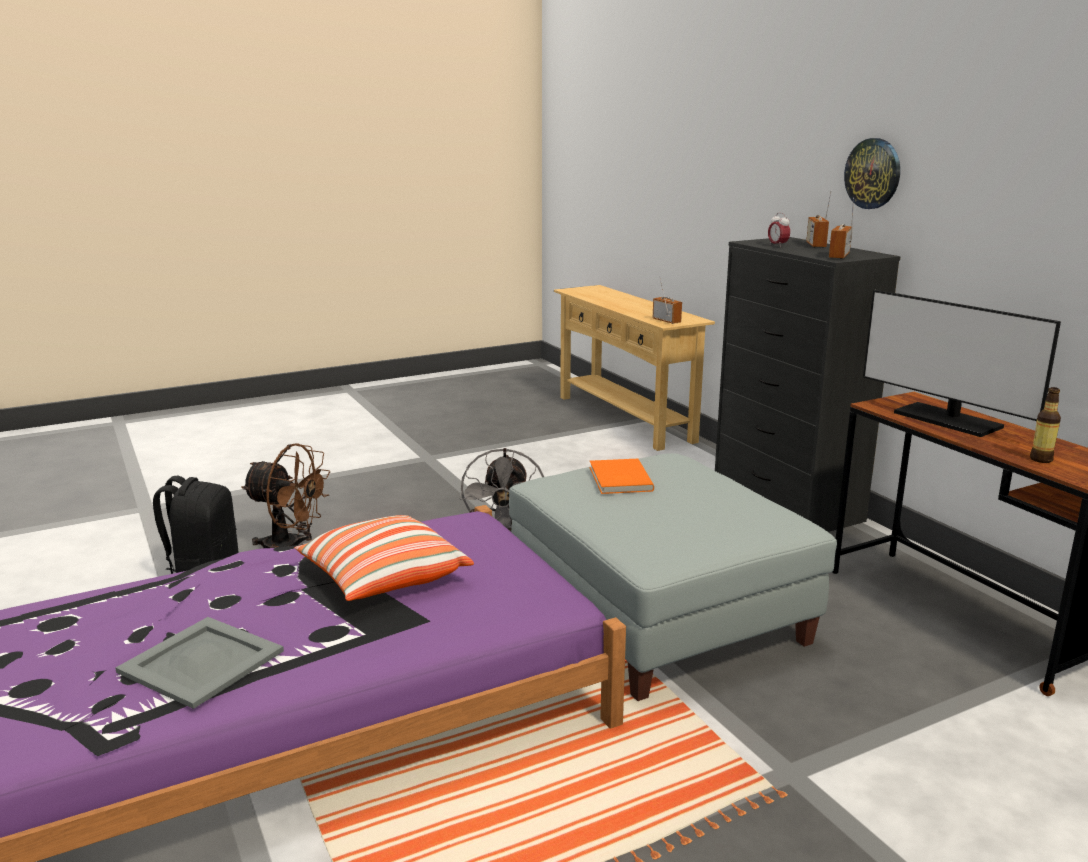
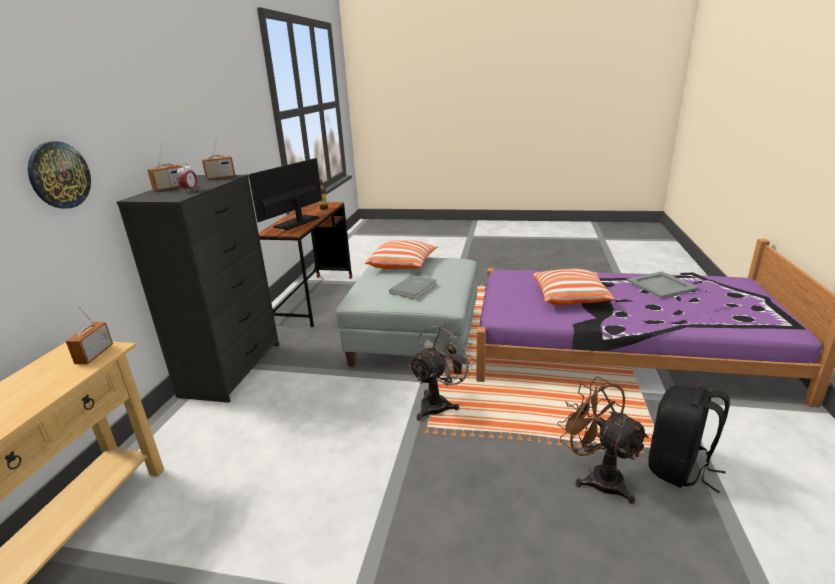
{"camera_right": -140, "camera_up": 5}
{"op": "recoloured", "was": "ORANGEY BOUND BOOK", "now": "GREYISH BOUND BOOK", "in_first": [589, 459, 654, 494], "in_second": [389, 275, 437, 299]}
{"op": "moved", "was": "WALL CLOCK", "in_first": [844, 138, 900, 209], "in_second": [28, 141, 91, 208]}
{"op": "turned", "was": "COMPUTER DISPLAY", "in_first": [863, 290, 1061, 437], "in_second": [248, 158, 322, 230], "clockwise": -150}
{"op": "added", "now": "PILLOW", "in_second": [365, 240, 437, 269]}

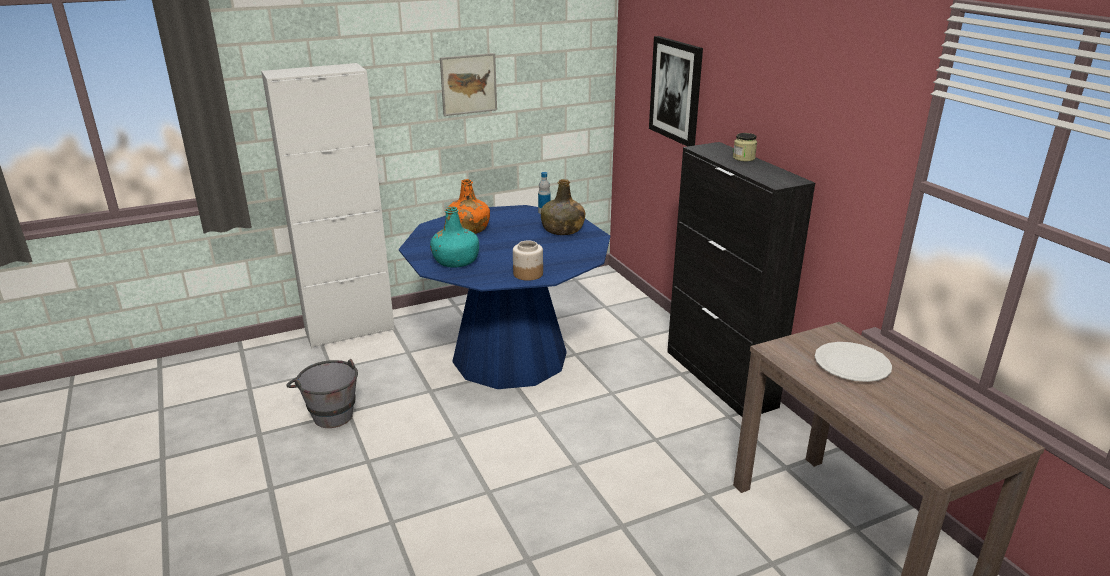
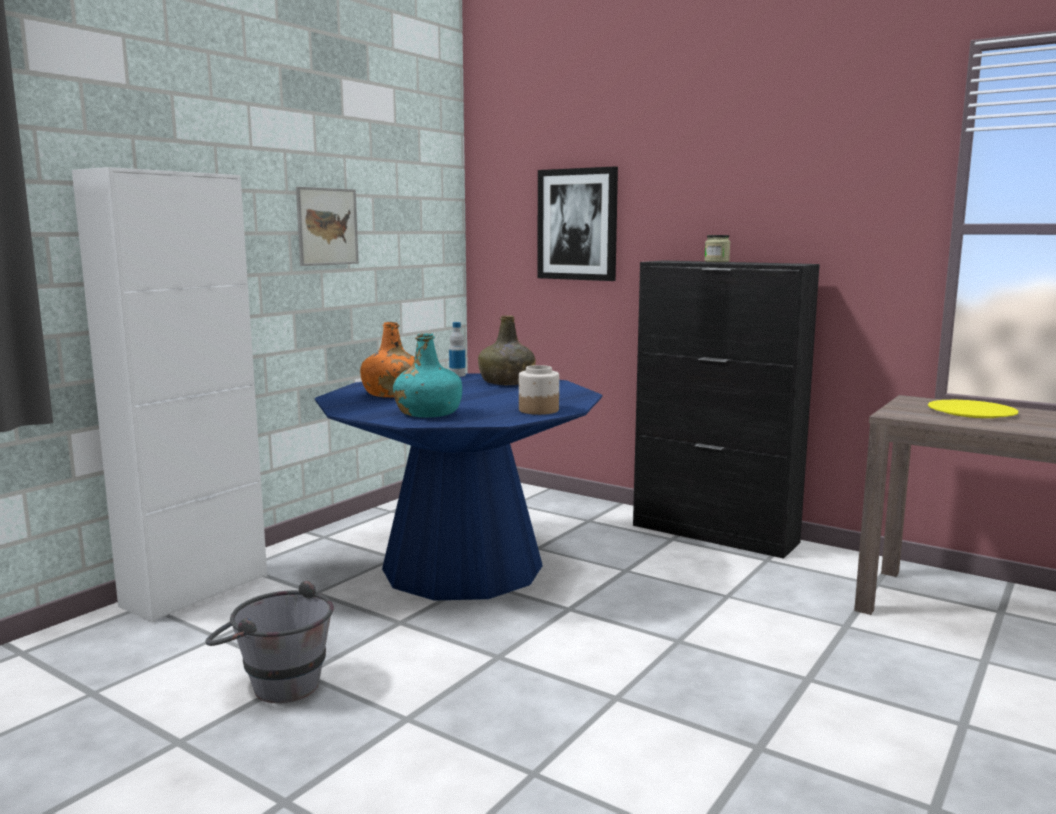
{"camera_right": -30, "camera_up": -15}
{"op": "recoloured", "was": "WHITISH FLAT DISH", "now": "YELLOWISH FLAT DISH", "in_first": [815, 342, 892, 382], "in_second": [928, 400, 1018, 418]}

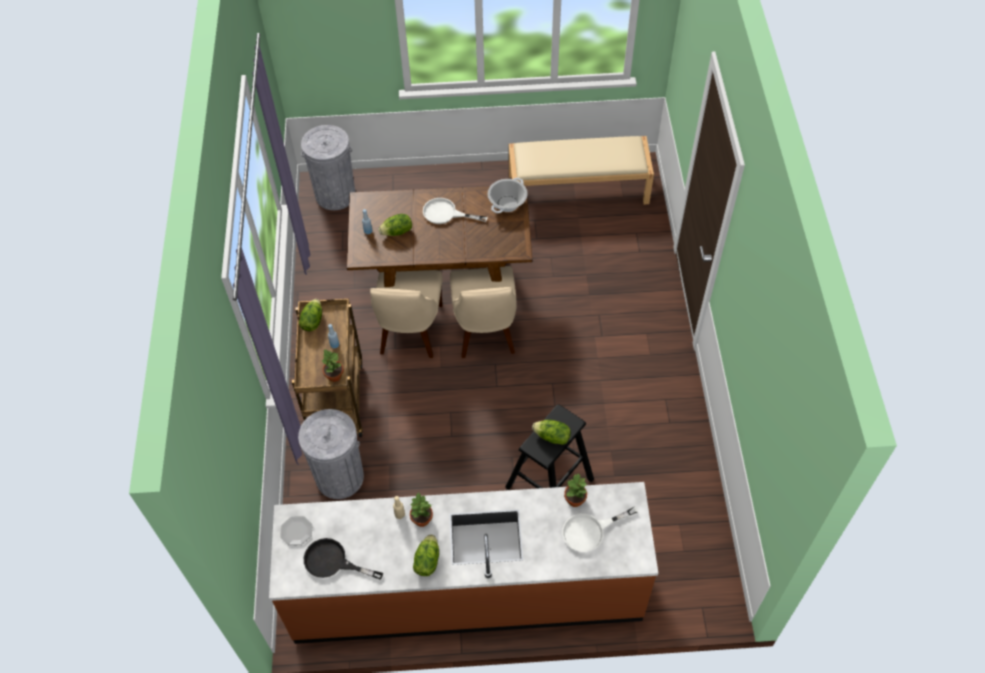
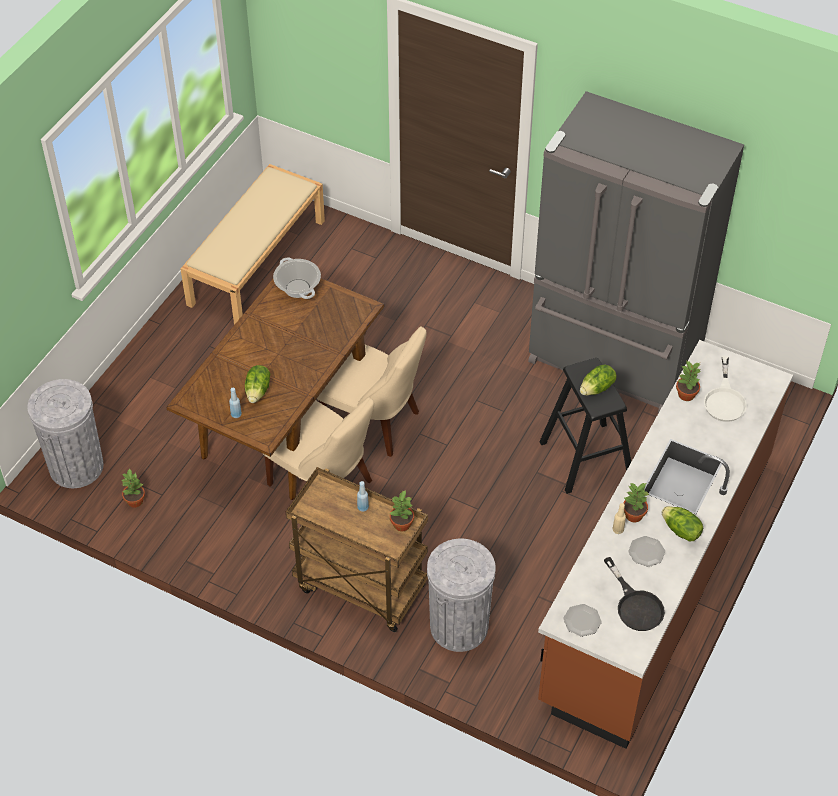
{"camera_right": -60, "camera_up": -5}
{"op": "removed", "was": "HEAD OF LETTUCE", "in_first": [299, 299, 322, 331]}
{"op": "turned", "was": "BLACKISH FRYING PAN", "in_first": [304, 538, 383, 580], "in_second": [604, 557, 665, 631], "clockwise": -75}
{"op": "removed", "was": "WHITISH FRYING PAN", "in_first": [423, 198, 488, 224]}
{"op": "added", "now": "PLANT IN A POT", "in_second": [121, 468, 145, 508]}
{"op": "added", "now": "GREYISH FRIDGE", "in_second": [528, 91, 744, 413]}
{"op": "added", "now": "FLAT DISH", "in_second": [628, 536, 665, 567]}

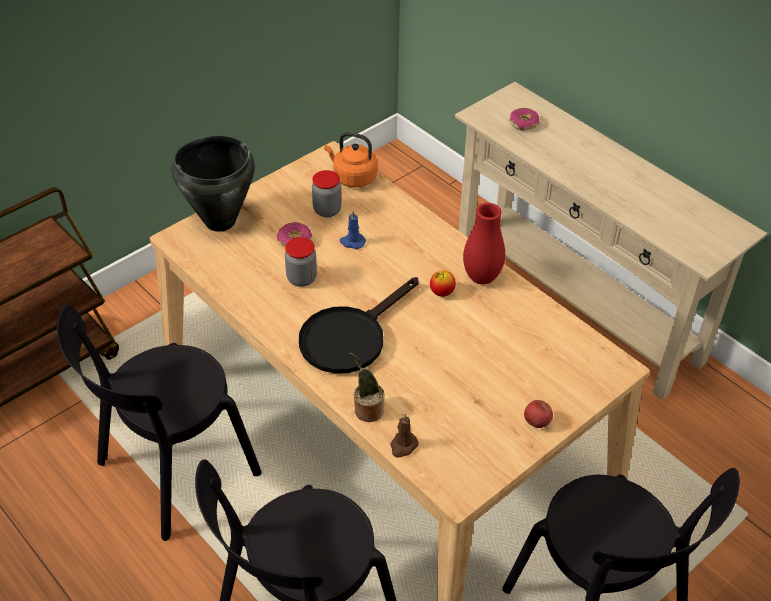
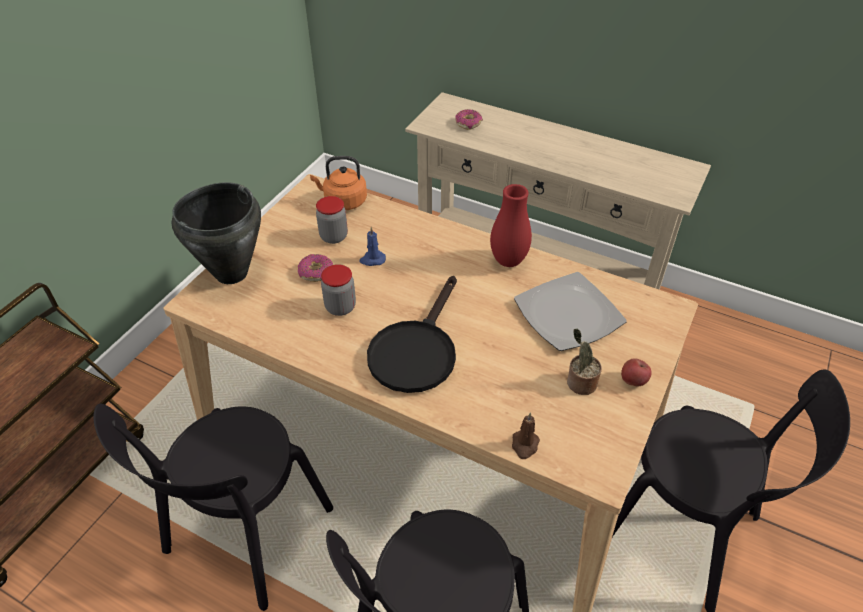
{"camera_right": -20, "camera_up": 0}
{"op": "moved", "was": "PLANT IN A POT", "in_first": [349, 353, 385, 422], "in_second": [567, 328, 602, 395]}
{"op": "removed", "was": "WHOLE APPLE", "in_first": [430, 270, 456, 297]}
{"op": "added", "now": "FLAT DISH", "in_second": [514, 272, 627, 351]}

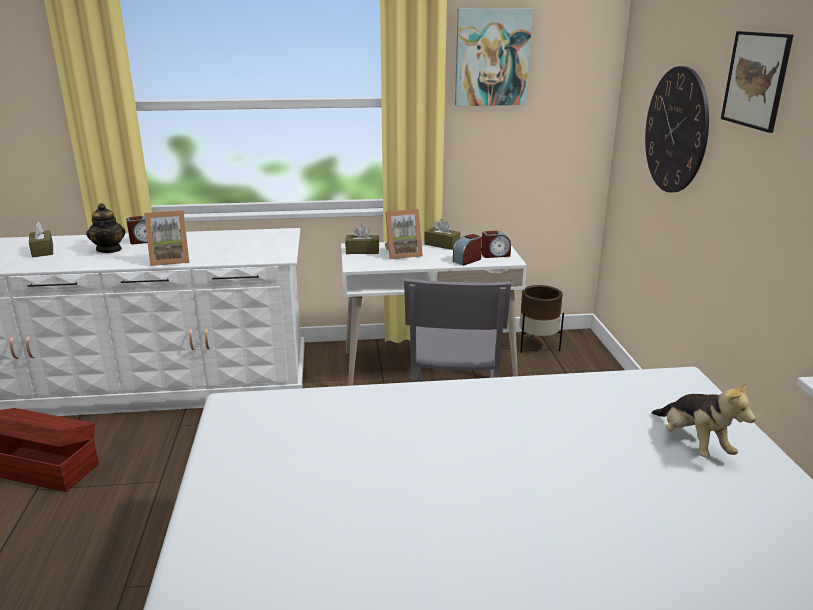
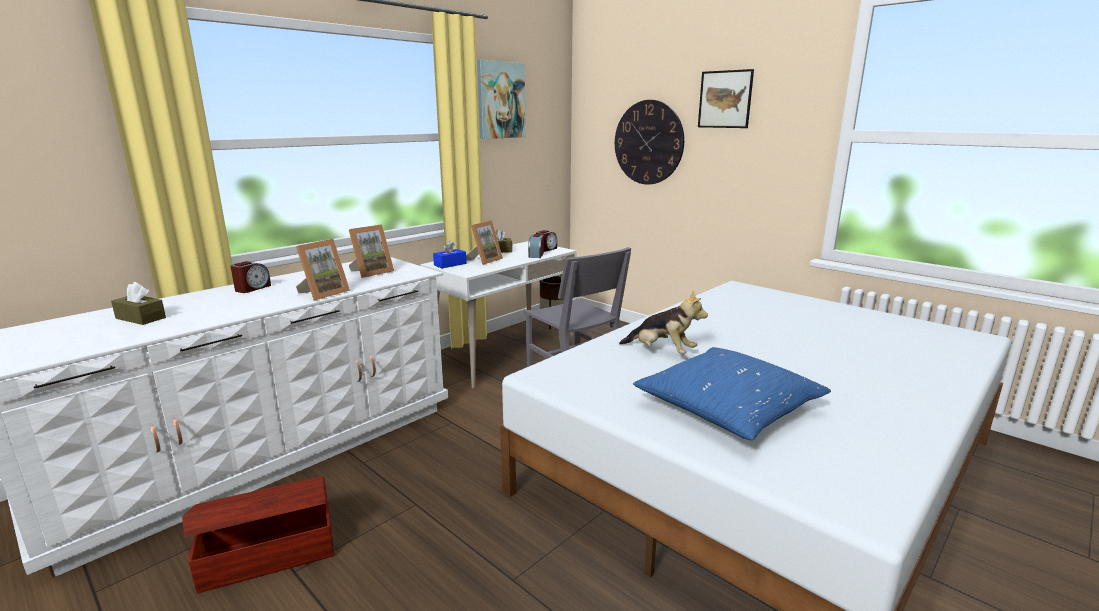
{"camera_right": -40, "camera_up": -5}
{"op": "removed", "was": "TEA POT", "in_first": [86, 203, 125, 253]}
{"op": "recoloured", "was": "BROWNISH TISSUE HOLDER", "now": "BLUE-COLOURED TISSUE HOLDER", "in_first": [345, 225, 379, 254], "in_second": [433, 240, 466, 268]}
{"op": "moved", "was": "PLUSH TOY", "in_first": [652, 381, 756, 458], "in_second": [619, 290, 708, 354]}
{"op": "added", "now": "STANDING FRAME", "in_second": [349, 224, 394, 278]}
{"op": "added", "now": "BLUE-COLOURED PILLOW", "in_second": [633, 347, 831, 440]}

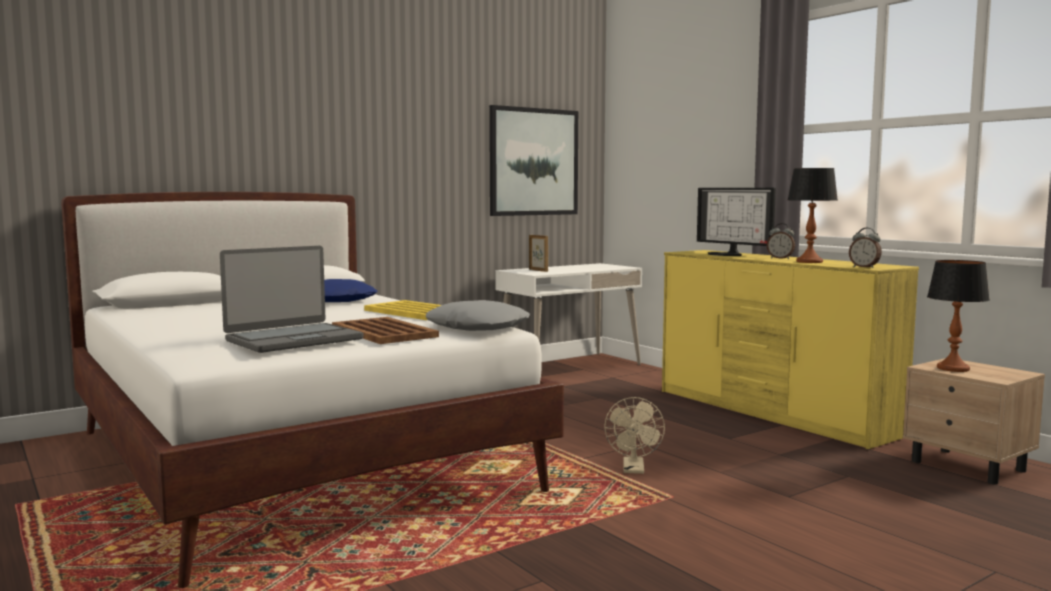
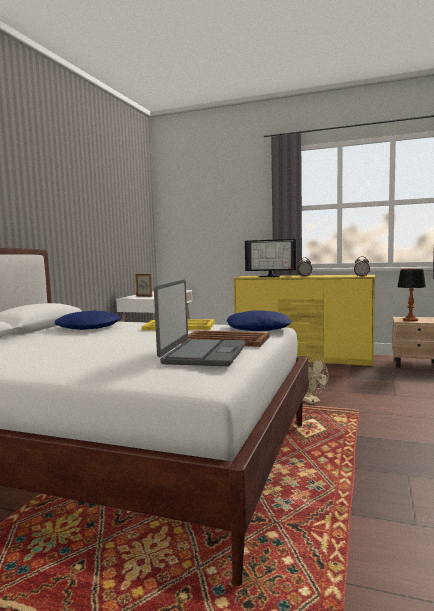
{"camera_right": -35, "camera_up": 0}
{"op": "recoloured", "was": "GREYISH PILLOW", "now": "BLUE-COLOURED PILLOW", "in_first": [426, 300, 530, 331], "in_second": [227, 310, 292, 331]}
{"op": "removed", "was": "WALL PICTURE", "in_first": [489, 105, 578, 216]}
{"op": "removed", "was": "LAMP FOR A TABLE", "in_first": [788, 168, 838, 263]}

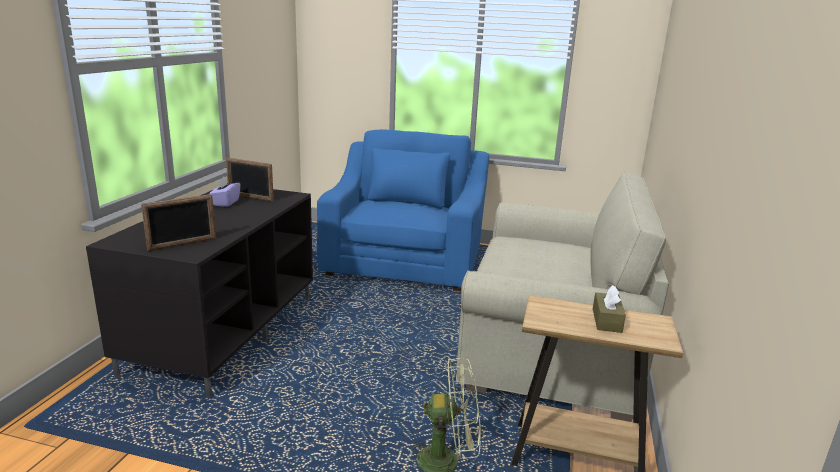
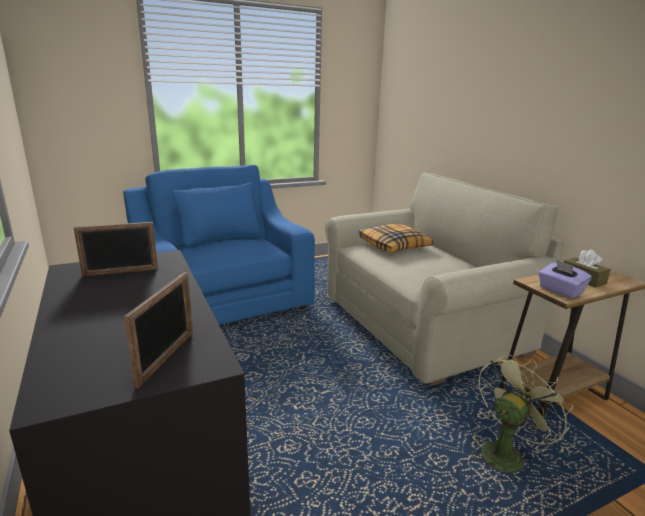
{"camera_right": -40, "camera_up": 0}
{"op": "moved", "was": "PURPLE-COLOURED TISSUE HOLDER", "in_first": [209, 177, 241, 207], "in_second": [538, 259, 592, 299]}
{"op": "added", "now": "PILLOW", "in_second": [359, 224, 433, 252]}

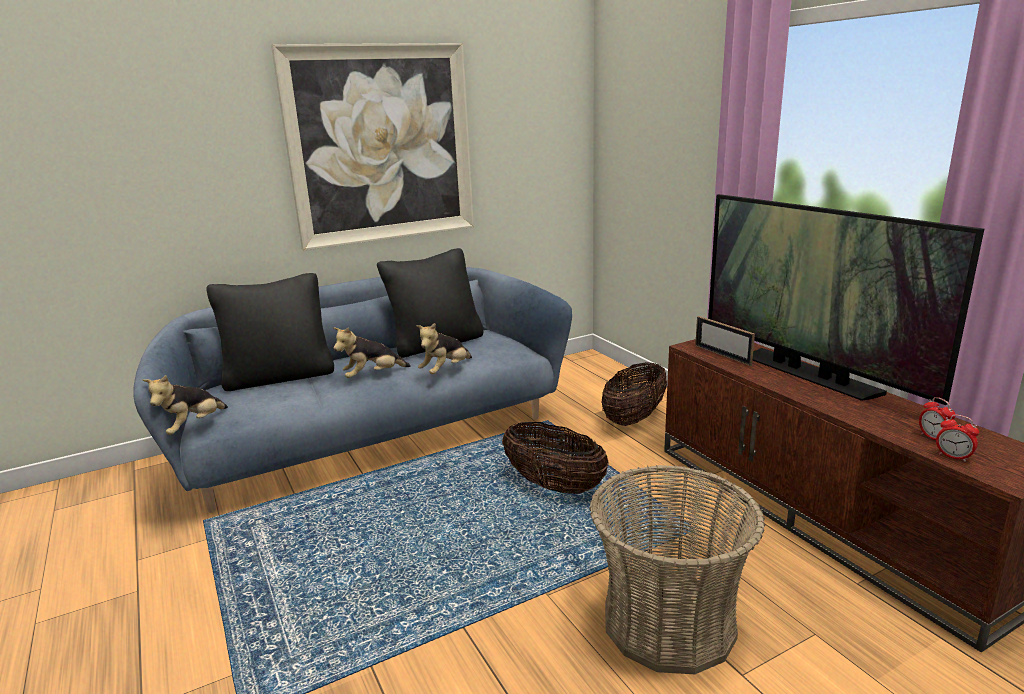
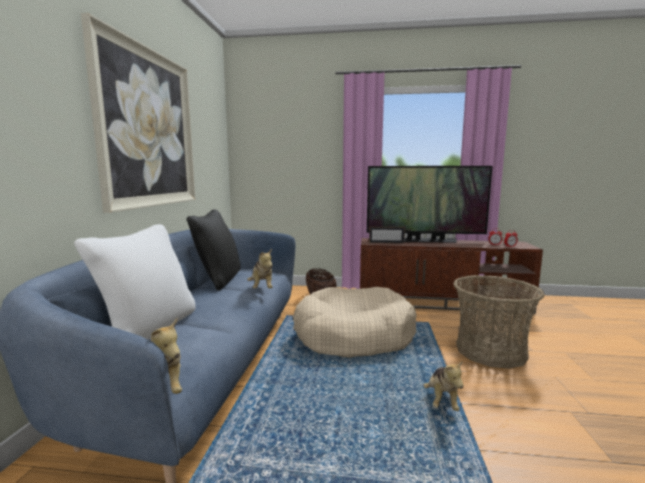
{"camera_right": -55, "camera_up": -10}
{"op": "recoloured", "was": "BLACKISH PILLOW", "now": "WHITISH PILLOW", "in_first": [206, 273, 334, 391], "in_second": [74, 224, 196, 340]}
{"op": "moved", "was": "PLUSH TOY", "in_first": [333, 327, 411, 378], "in_second": [423, 360, 463, 411]}
{"op": "replaced", "was": "STORAGE BASKET", "now": "BEIGE-COLOURED PET BED", "in_first": [502, 422, 609, 494], "in_second": [293, 287, 417, 358]}

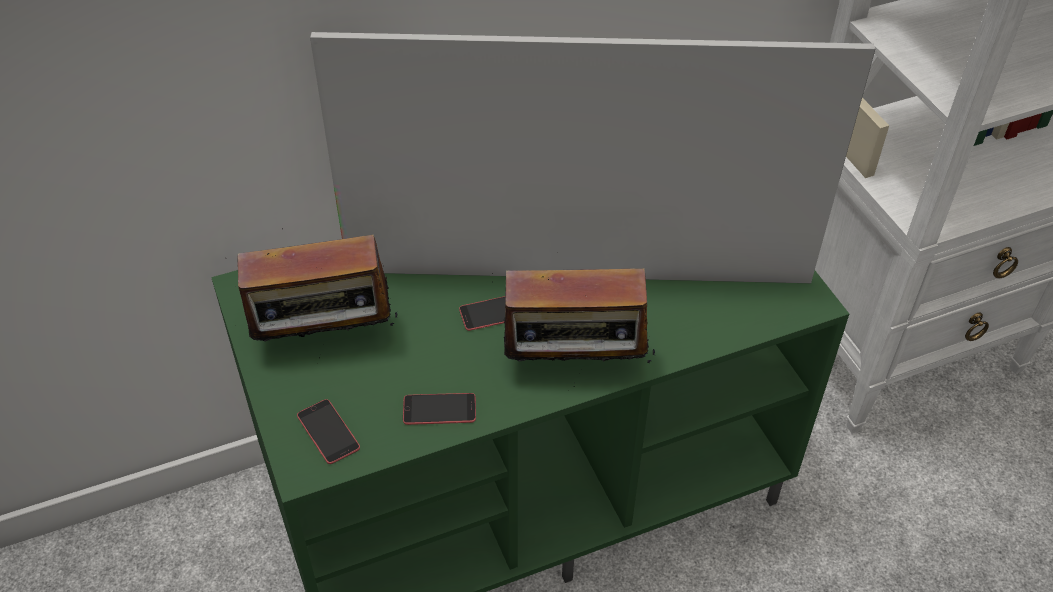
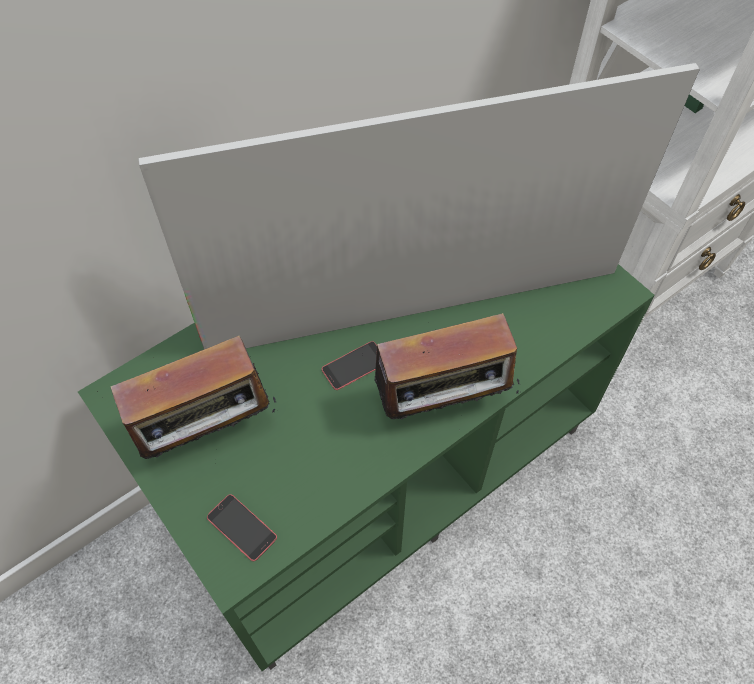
{"camera_right": -15, "camera_up": 10}
{"op": "removed", "was": "HANDSET", "in_first": [403, 393, 476, 425]}

